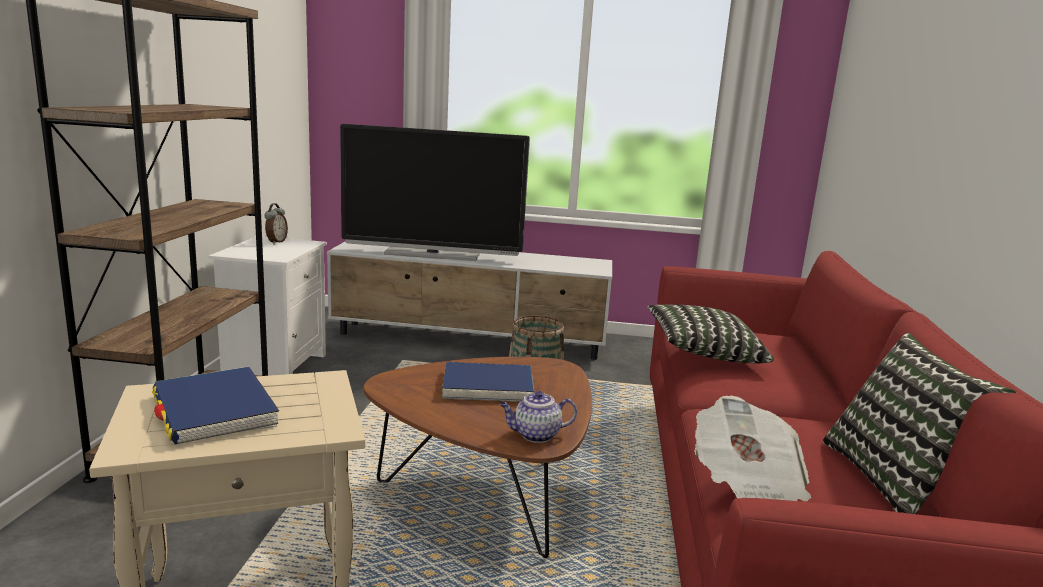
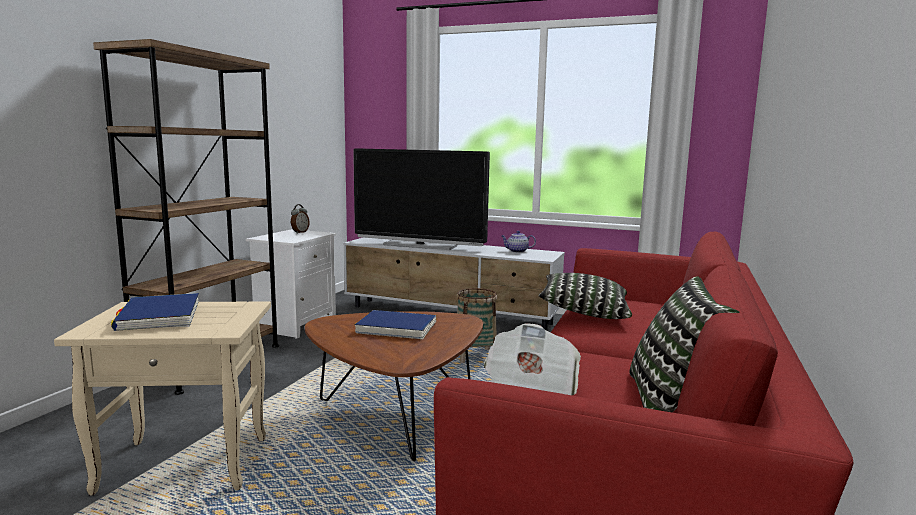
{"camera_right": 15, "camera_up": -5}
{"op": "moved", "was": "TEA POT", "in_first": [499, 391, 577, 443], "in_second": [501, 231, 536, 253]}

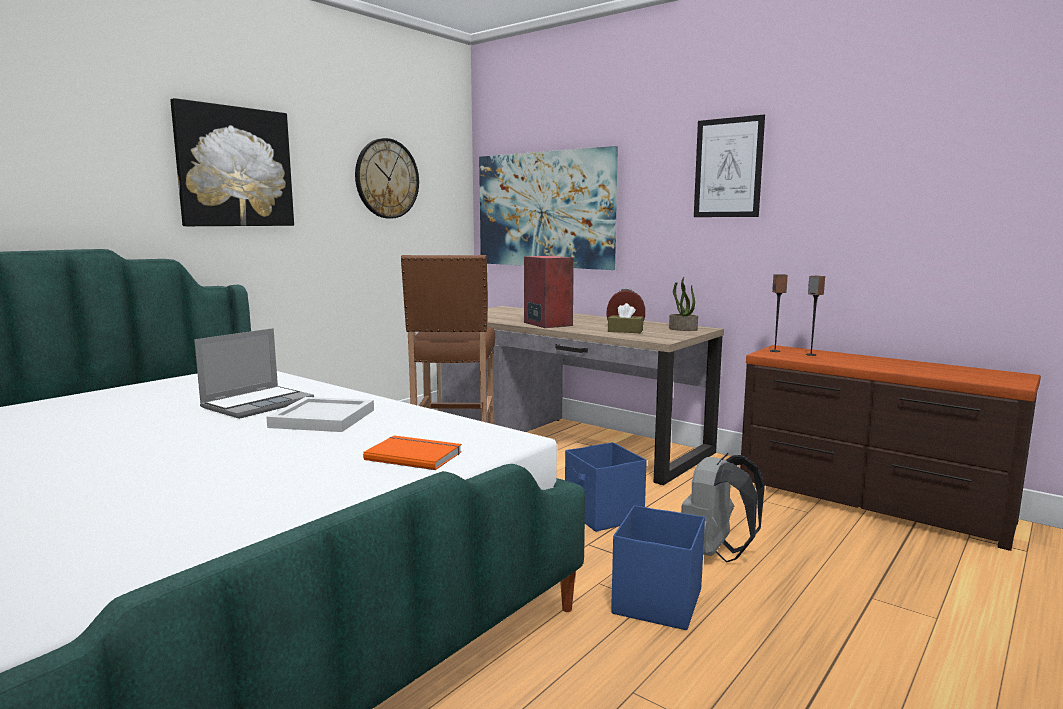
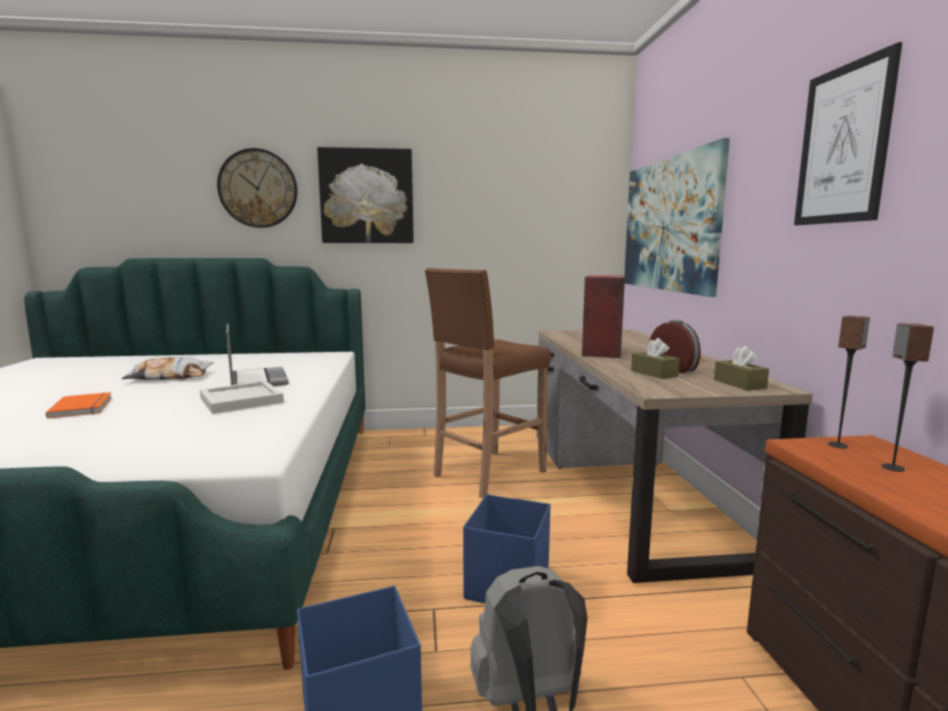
{"camera_right": 45, "camera_up": 0}
{"op": "turned", "was": "NOTEBOOK COMPUTER", "in_first": [194, 328, 314, 419], "in_second": [226, 324, 289, 386], "clockwise": -105}
{"op": "moved", "was": "WALL CLOCK", "in_first": [355, 138, 419, 219], "in_second": [217, 148, 297, 228]}
{"op": "moved", "was": "ORANGEY BOUND BOOK", "in_first": [363, 435, 462, 470], "in_second": [46, 392, 112, 418]}
{"op": "replaced", "was": "PLANT IN A POT", "now": "BROWNISH TISSUE HOLDER", "in_first": [669, 277, 698, 331], "in_second": [714, 346, 769, 390]}
{"op": "added", "now": "PILLOW", "in_second": [122, 357, 214, 380]}

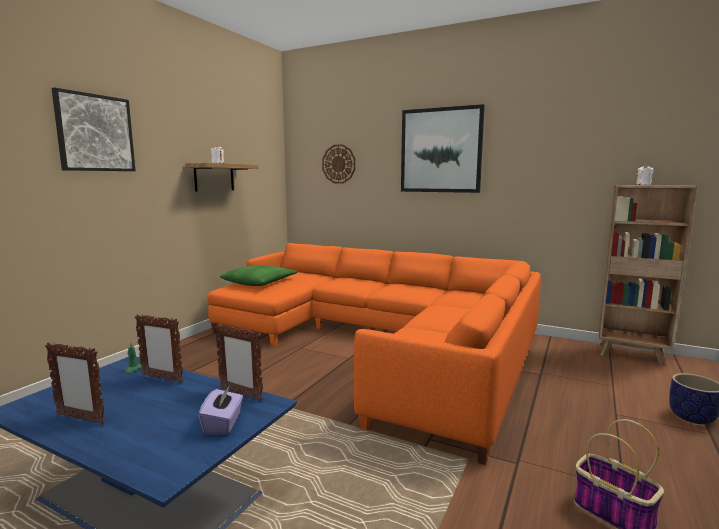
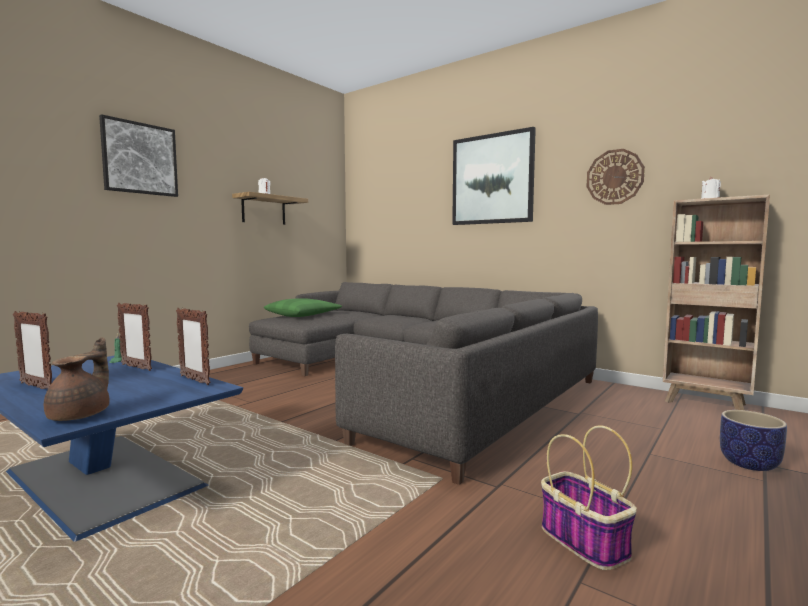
{"camera_right": 10, "camera_up": -5}
{"op": "removed", "was": "PURPLE-COLOURED TISSUE HOLDER", "in_first": [198, 385, 243, 435]}
{"op": "recoloured", "was": "ORANGEY SOFA", "now": "GREYISH SOFA", "in_first": [207, 243, 541, 465], "in_second": [249, 282, 598, 485]}
{"op": "moved", "was": "WALL CLOCK", "in_first": [322, 144, 356, 184], "in_second": [586, 149, 645, 205]}
{"op": "added", "now": "BROWNISH TEA POT", "in_second": [44, 337, 110, 421]}

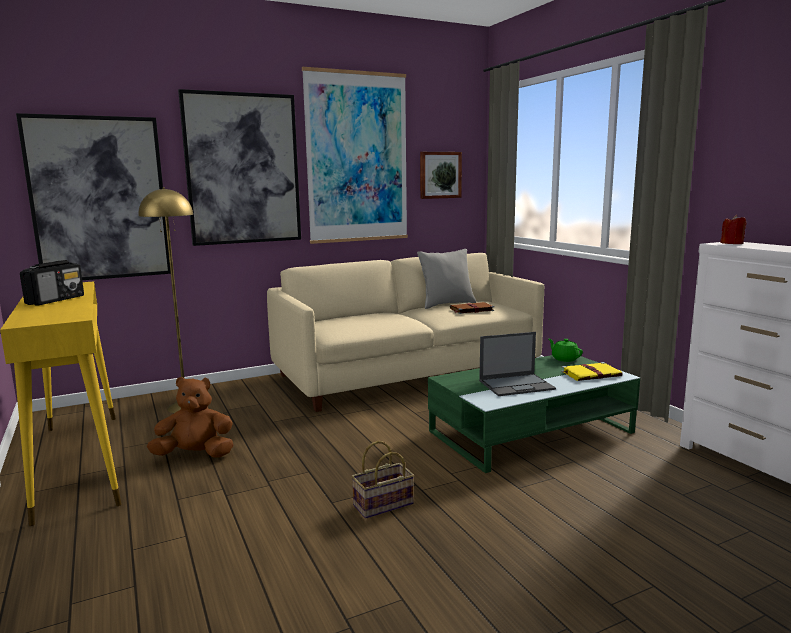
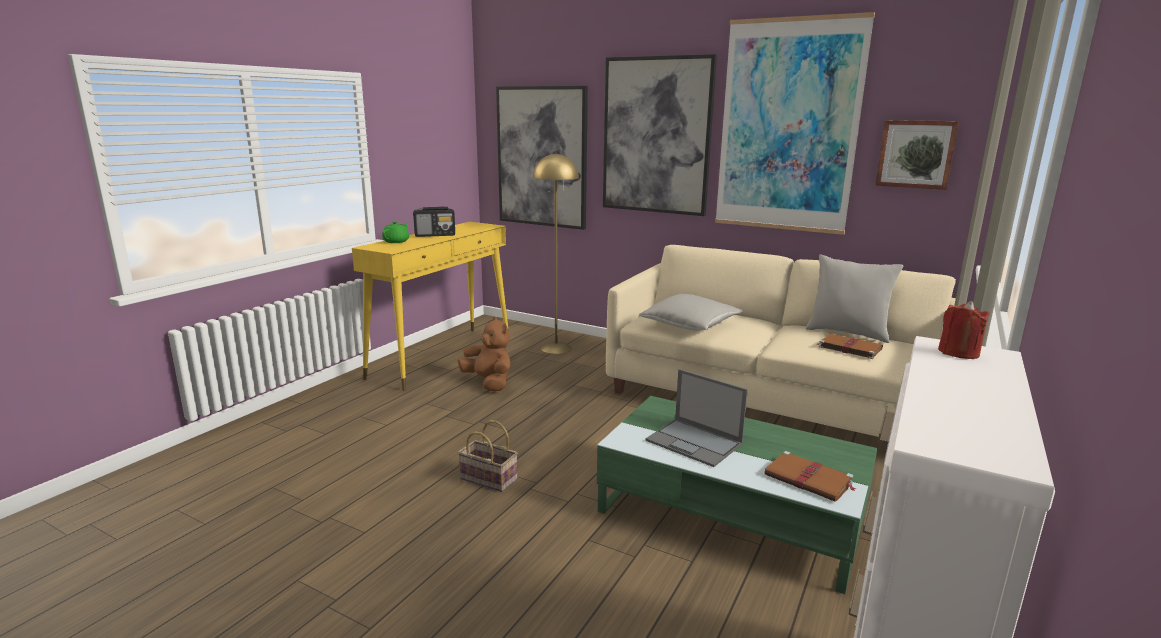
{"camera_right": 55, "camera_up": 5}
{"op": "moved", "was": "GREEN-COLOURED TEA POT", "in_first": [549, 339, 583, 362], "in_second": [382, 221, 409, 243]}
{"op": "recoloured", "was": "YELLOWISH BOUND BOOK", "now": "BROWNISH BOUND BOOK", "in_first": [561, 362, 623, 381], "in_second": [764, 451, 856, 502]}
{"op": "added", "now": "GREYISH PILLOW", "in_second": [639, 294, 743, 331]}

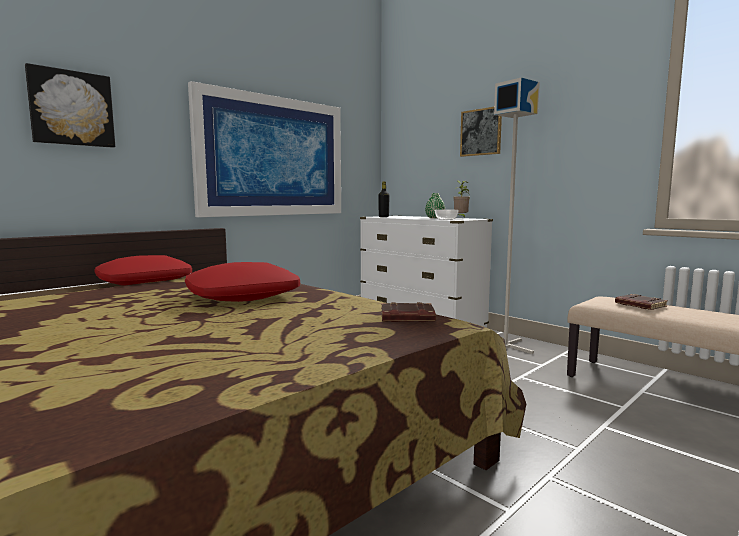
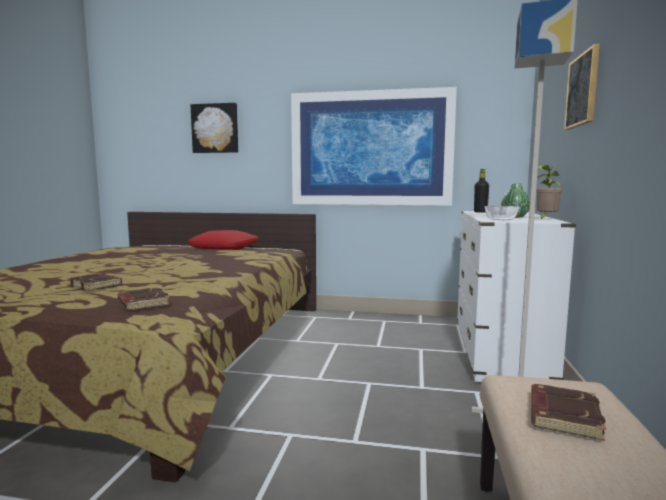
{"camera_right": 55, "camera_up": 0}
{"op": "removed", "was": "REDDISH PILLOW", "in_first": [185, 262, 300, 302]}
{"op": "added", "now": "BROWNISH BOUND BOOK", "in_second": [67, 273, 122, 291]}

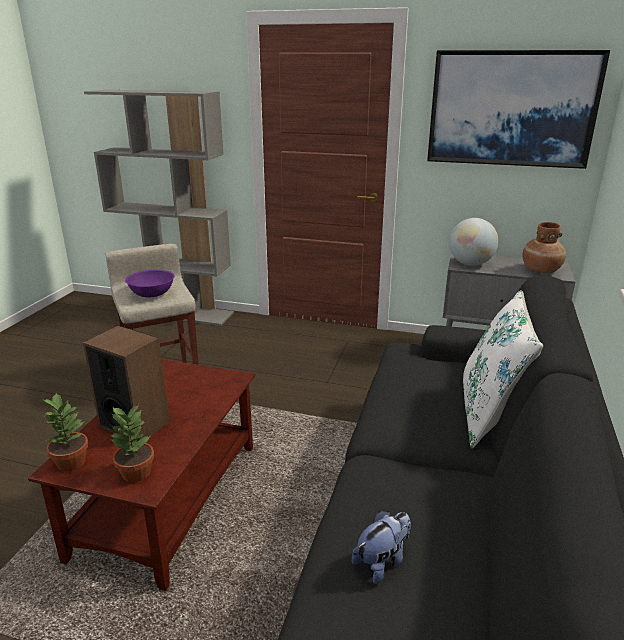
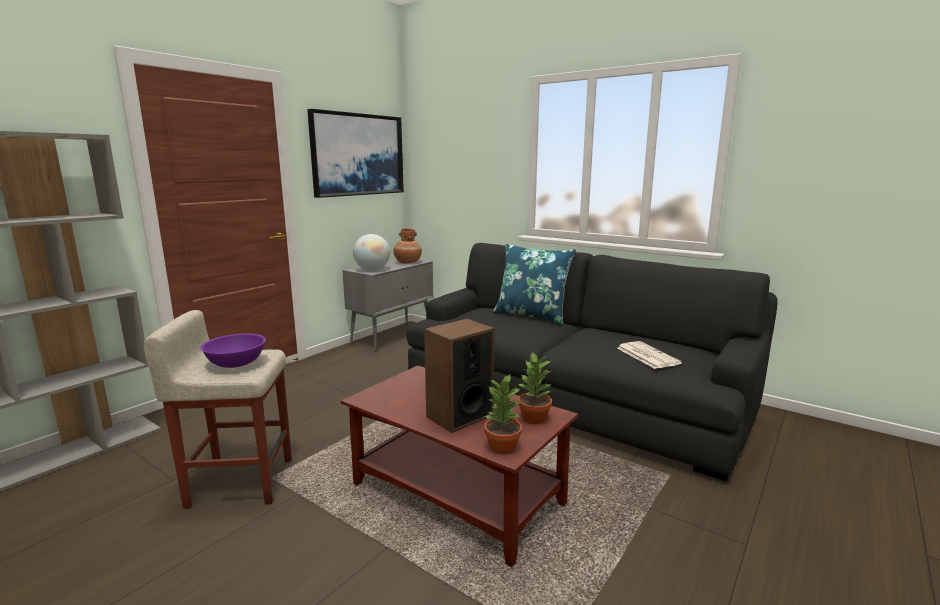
{"camera_right": -70, "camera_up": -10}
{"op": "replaced", "was": "PLUSH TOY", "now": "NEWSPAPER", "in_first": [352, 511, 411, 584], "in_second": [617, 341, 682, 369]}
{"op": "recoloured", "was": "WHITISH PILLOW", "now": "BLUE-COLOURED PILLOW", "in_first": [463, 290, 543, 448], "in_second": [493, 244, 576, 324]}

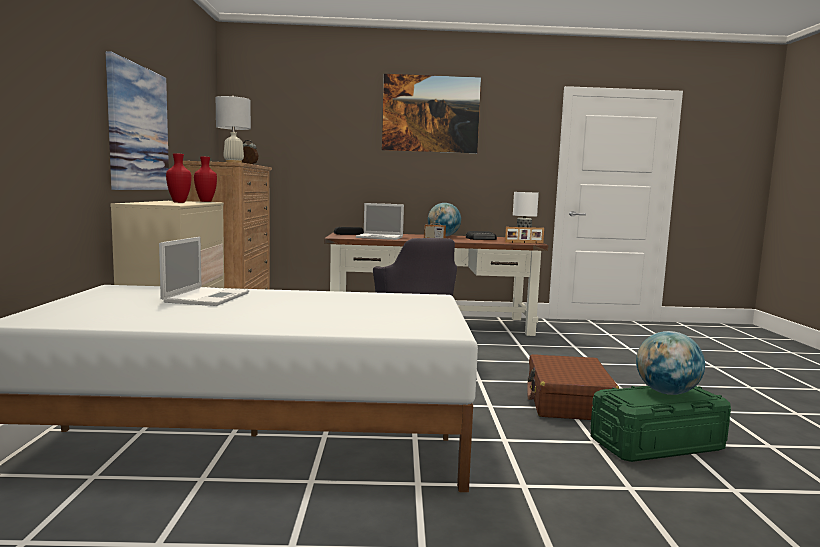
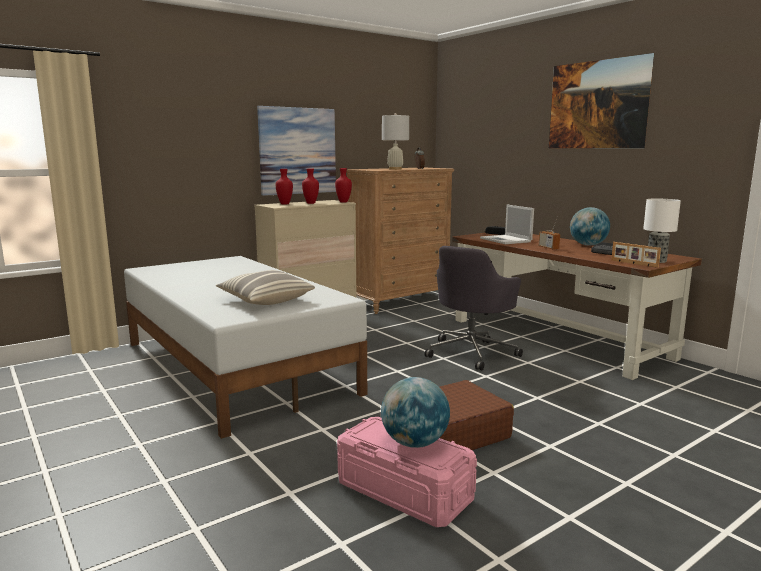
{"camera_right": 55, "camera_up": 5}
{"op": "removed", "was": "NOTEBOOK COMPUTER", "in_first": [159, 237, 249, 306]}
{"op": "recoloured", "was": "GREEN-COLOURED STORAGE CONTAINER", "now": "PINK-COLOURED STORAGE CONTAINER", "in_first": [590, 386, 731, 462], "in_second": [337, 417, 477, 527]}
{"op": "added", "now": "PILLOW", "in_second": [216, 270, 315, 305]}
{"op": "added", "now": "REDDISH DECORATIVE VASE", "in_second": [276, 169, 293, 205]}

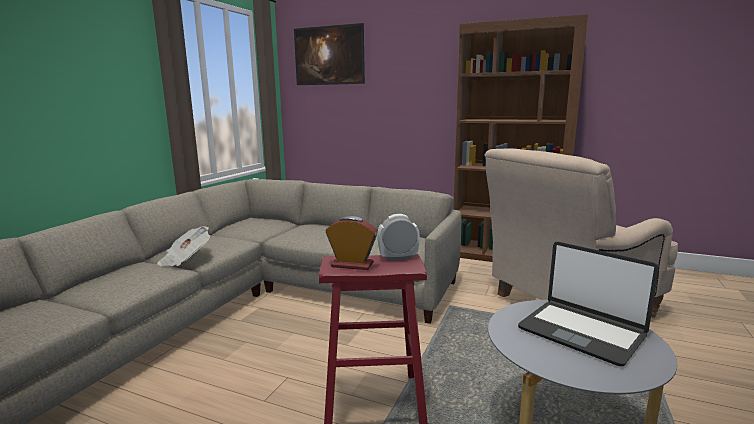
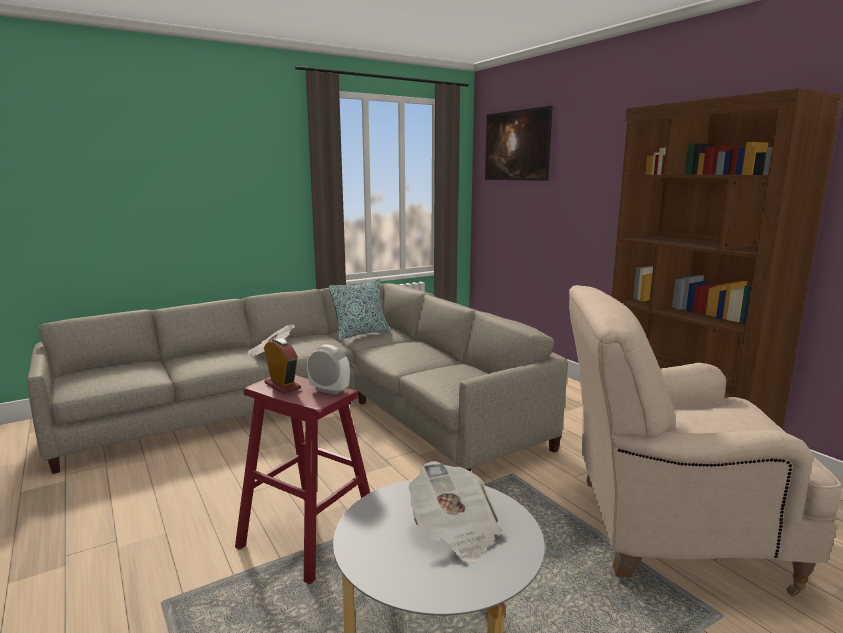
{"camera_right": 35, "camera_up": 0}
{"op": "replaced", "was": "NOTEBOOK COMPUTER", "now": "NEWSPAPER", "in_first": [518, 242, 659, 366], "in_second": [408, 461, 503, 563]}
{"op": "added", "now": "PILLOW", "in_second": [329, 279, 390, 341]}

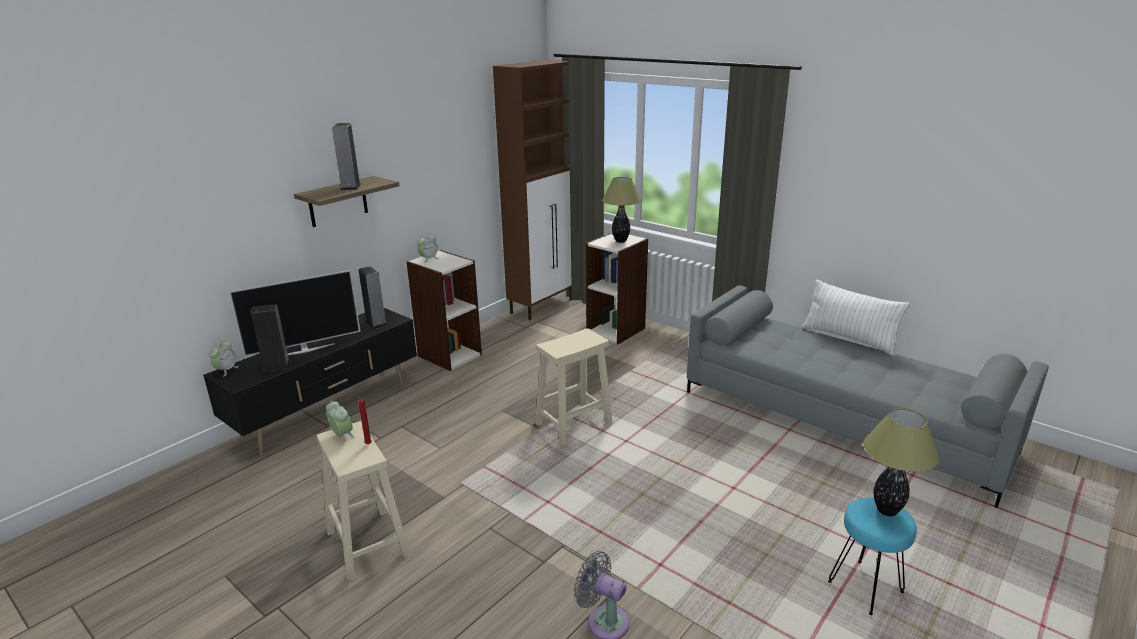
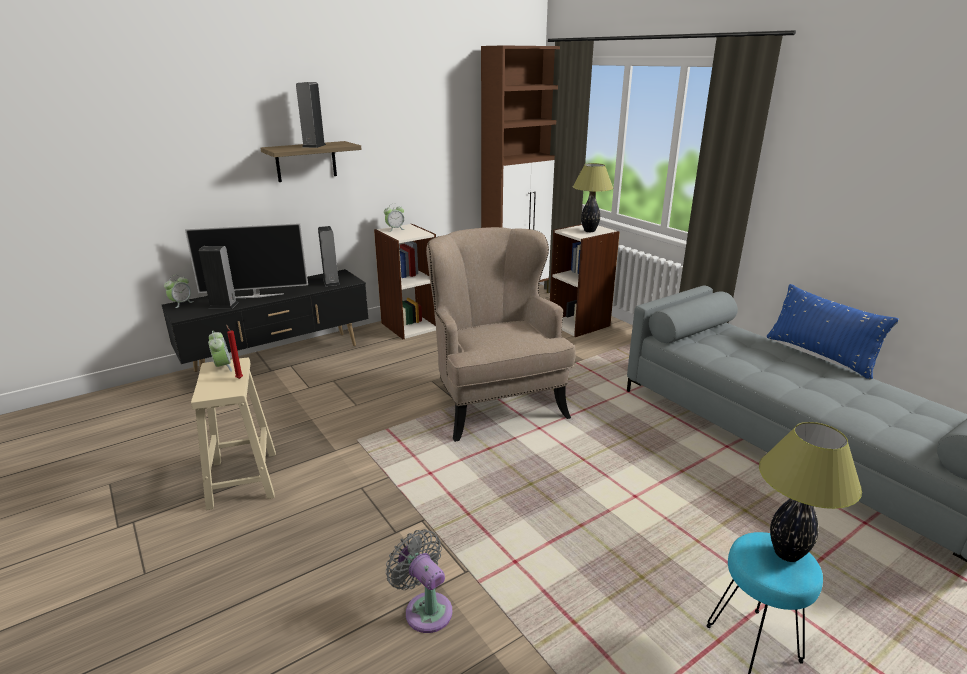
{"camera_right": 15, "camera_up": 0}
{"op": "replaced", "was": "BEIGE-COLOURED STOOL SEAT", "now": "BEIGE-COLOURED ARMCHAIR", "in_first": [535, 328, 613, 445], "in_second": [426, 227, 576, 442]}
{"op": "recoloured", "was": "WHITISH PILLOW", "now": "BLUE-COLOURED PILLOW", "in_first": [802, 279, 910, 356], "in_second": [767, 284, 899, 379]}

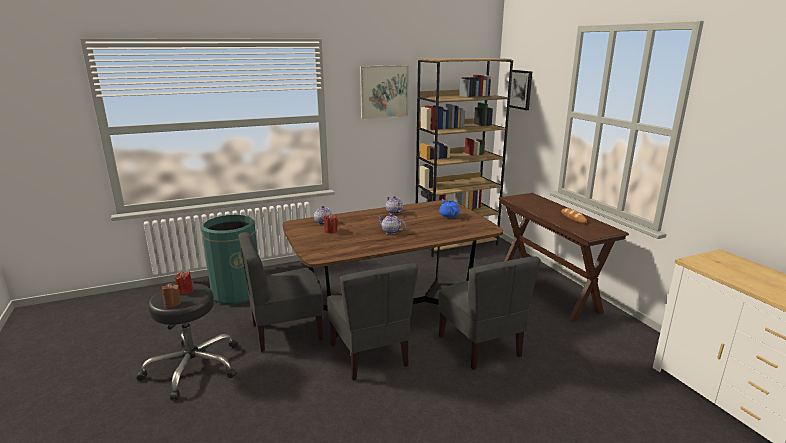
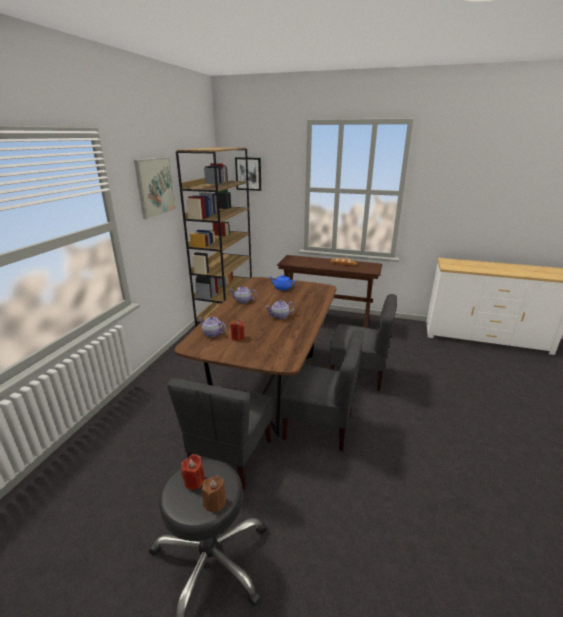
{"camera_right": -50, "camera_up": 5}
{"op": "removed", "was": "GREEN-COLOURED RUBBISH BIN", "in_first": [202, 215, 258, 305]}

